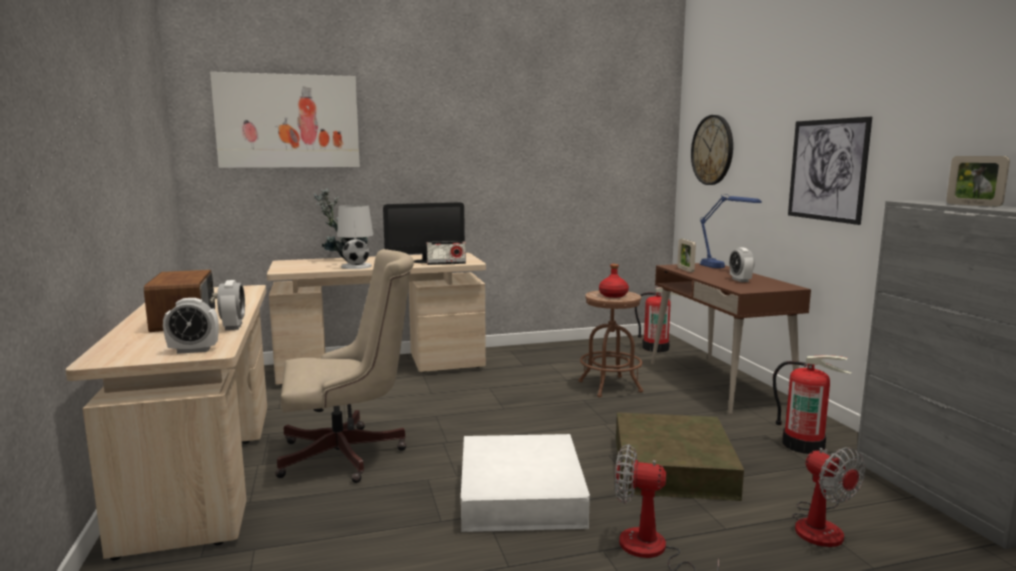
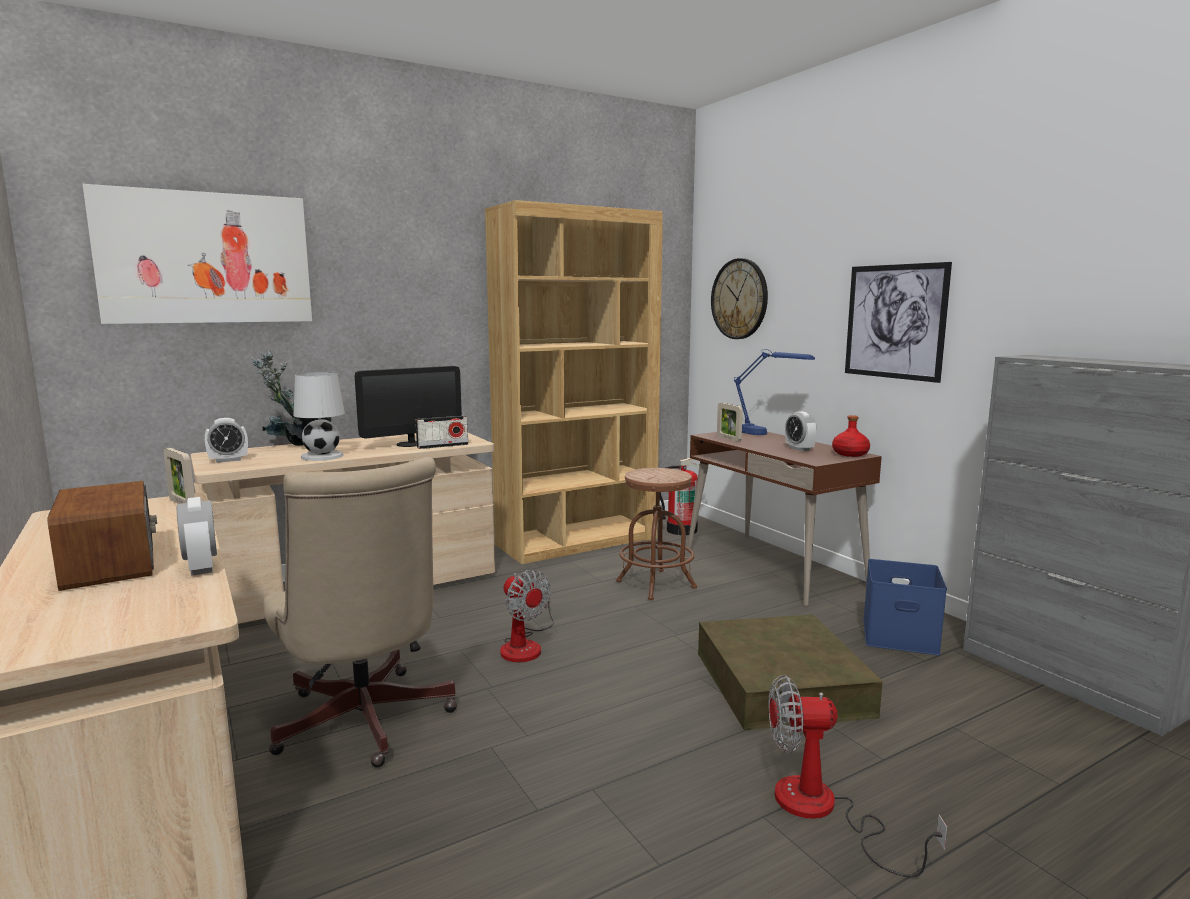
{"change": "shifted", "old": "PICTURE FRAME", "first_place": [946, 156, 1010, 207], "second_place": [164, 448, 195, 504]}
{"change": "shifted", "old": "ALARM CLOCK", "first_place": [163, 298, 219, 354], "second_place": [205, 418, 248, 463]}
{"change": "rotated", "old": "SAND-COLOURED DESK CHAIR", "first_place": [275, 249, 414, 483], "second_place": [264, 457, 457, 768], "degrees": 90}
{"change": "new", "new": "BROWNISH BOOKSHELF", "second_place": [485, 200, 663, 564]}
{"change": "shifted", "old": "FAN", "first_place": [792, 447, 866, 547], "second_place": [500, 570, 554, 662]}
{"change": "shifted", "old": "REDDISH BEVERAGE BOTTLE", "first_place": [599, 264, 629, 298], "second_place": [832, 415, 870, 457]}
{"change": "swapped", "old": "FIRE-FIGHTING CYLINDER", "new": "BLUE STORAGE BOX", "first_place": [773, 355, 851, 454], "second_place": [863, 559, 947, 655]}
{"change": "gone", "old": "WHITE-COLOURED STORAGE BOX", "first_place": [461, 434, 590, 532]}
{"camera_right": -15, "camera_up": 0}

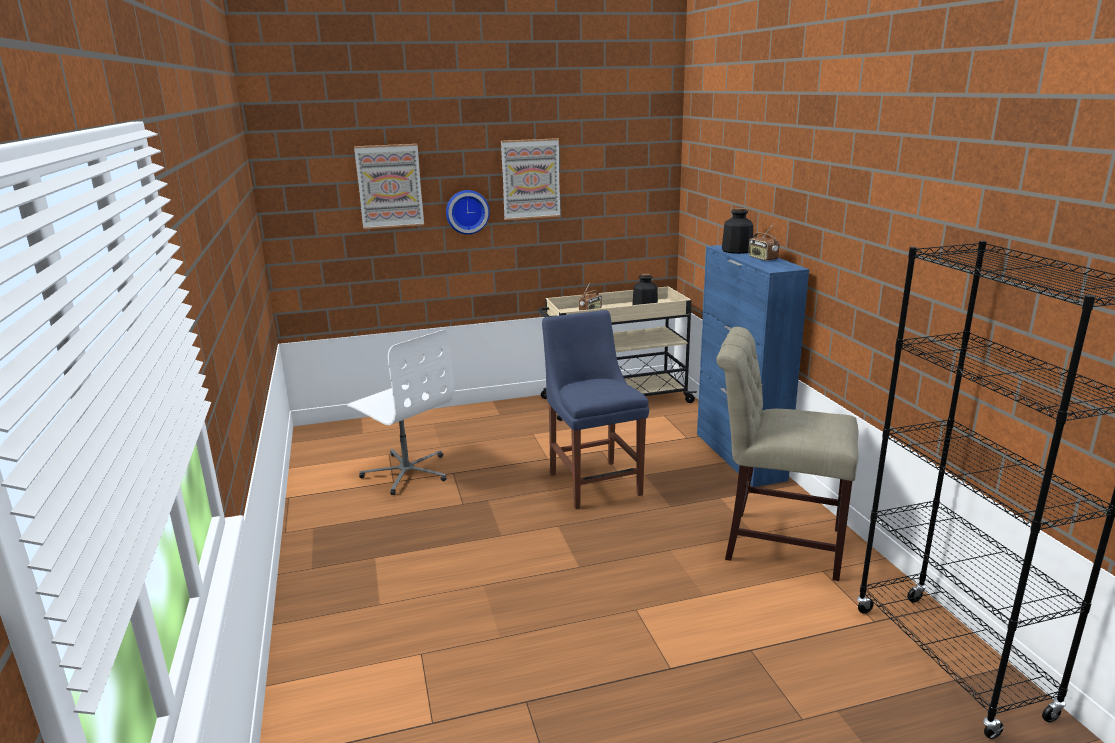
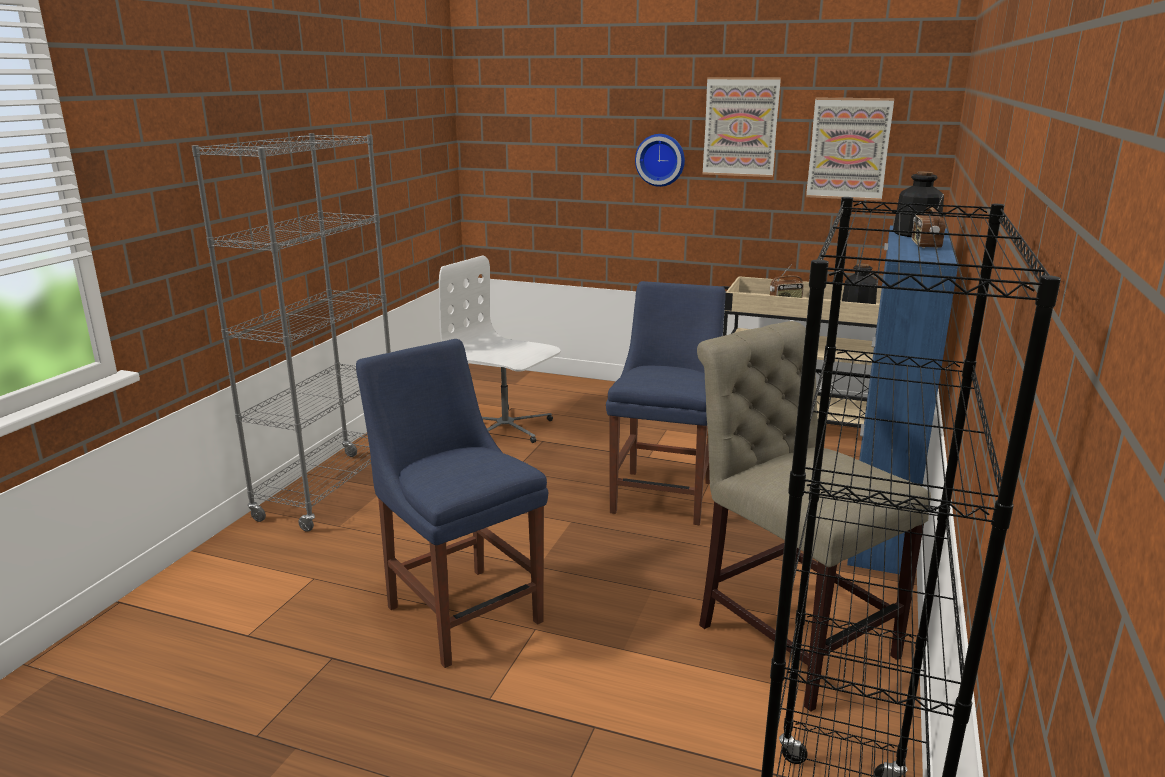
{"change": "new", "new": "GREYISH BOOKSHELF", "second_place": [192, 133, 391, 532]}
{"change": "new", "new": "BLUE CHAIR", "second_place": [356, 339, 548, 668]}
{"change": "rotated", "old": "WHITE-COLOURED DESK CHAIR", "first_place": [347, 330, 454, 495], "second_place": [439, 255, 561, 443], "degrees": 135}
{"change": "shifted", "old": "WALL PICTURE", "first_place": [354, 144, 424, 229], "second_place": [806, 98, 894, 201]}
{"camera_right": 35, "camera_up": 0}

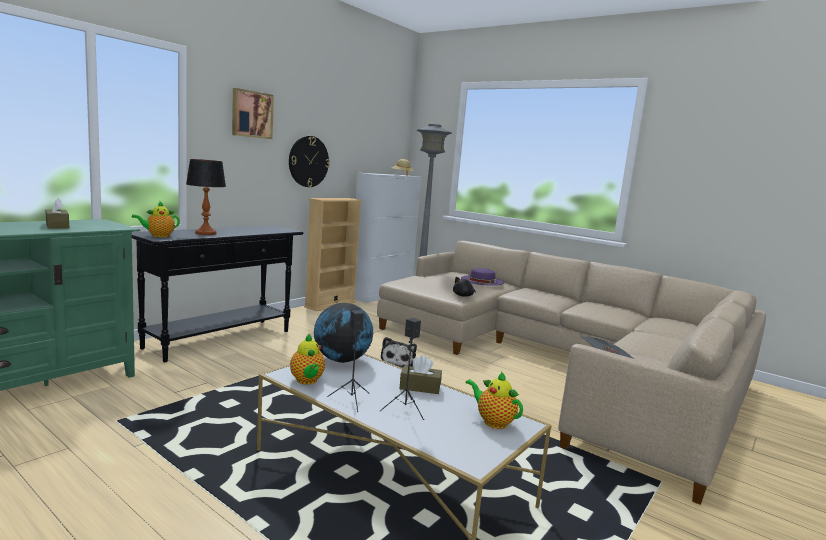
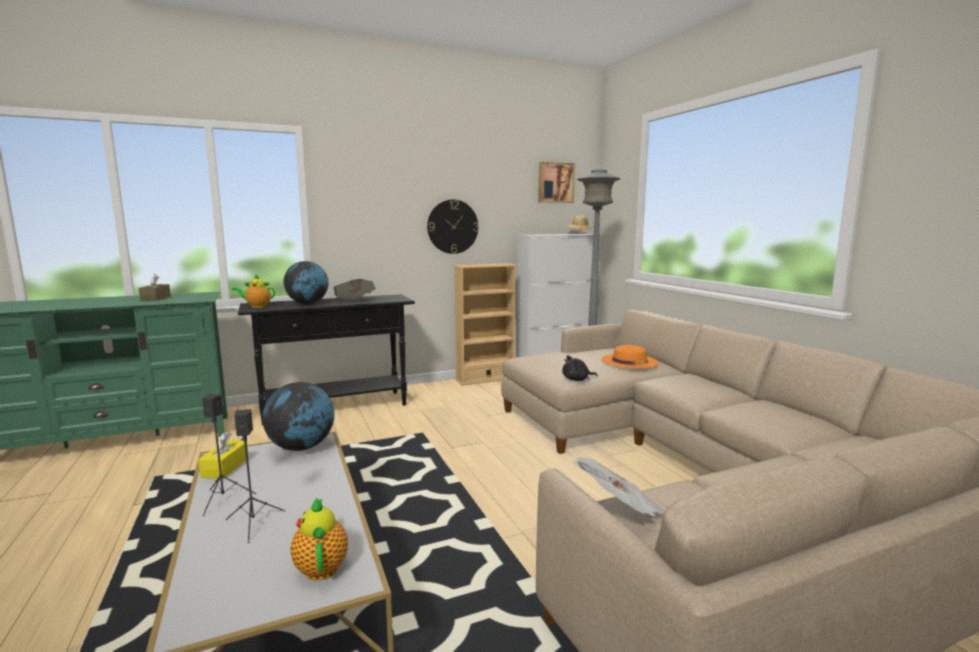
{"change": "swapped", "old": "POT FOR TEA", "new": "YELLOW-COLOURED TISSUE BOX", "first_place": [290, 334, 325, 385], "second_place": [198, 432, 249, 479]}
{"change": "swapped", "old": "TABLETOP LAMP", "new": "GLOBE", "first_place": [186, 159, 226, 235], "second_place": [284, 261, 329, 304]}
{"change": "new", "new": "PRINTED PAPER", "second_place": [333, 279, 376, 299]}
{"change": "shifted", "old": "WALL PICTURE", "first_place": [232, 88, 274, 139], "second_place": [538, 162, 575, 203]}
{"change": "repainted", "old": "PURPLISH HAT", "new": "ORANGE HAT", "first_place": [461, 268, 504, 286], "second_place": [601, 345, 659, 369]}
{"change": "gone", "old": "PLUSH TOY", "first_place": [381, 337, 417, 368]}
{"change": "gone", "old": "BROWNISH TISSUE BOX", "first_place": [399, 355, 442, 394]}
{"camera_right": 30, "camera_up": 0}

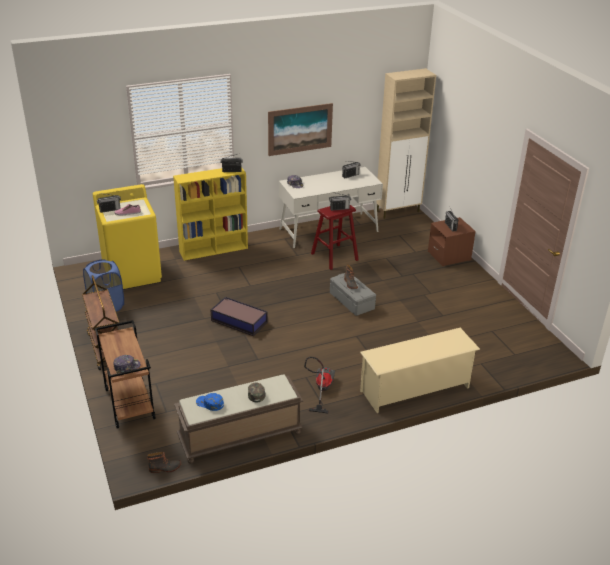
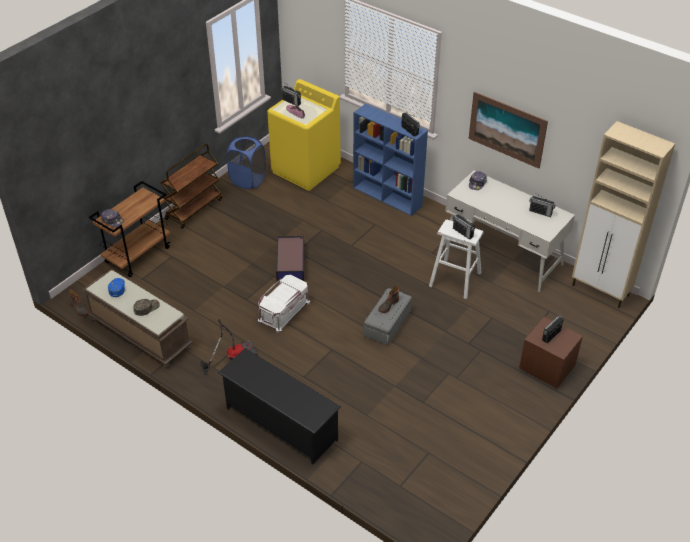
{"change": "repainted", "old": "SAND-COLOURED SHOE RACK", "new": "BLACK SHOE RACK", "first_place": [360, 328, 480, 413], "second_place": [218, 348, 341, 464]}
{"change": "new", "new": "WHITE-COLOURED STORAGE BOX", "second_place": [257, 275, 310, 333]}
{"change": "repainted", "old": "YELLOW-COLOURED BOOKSHELF", "new": "BLUE BOOKSHELF", "first_place": [173, 167, 248, 261], "second_place": [353, 103, 428, 216]}
{"change": "repainted", "old": "REDDISH SITTING STOOL", "new": "WHITE-COLOURED SITTING STOOL", "first_place": [311, 205, 359, 270], "second_place": [429, 220, 484, 299]}
{"camera_right": 60, "camera_up": 10}

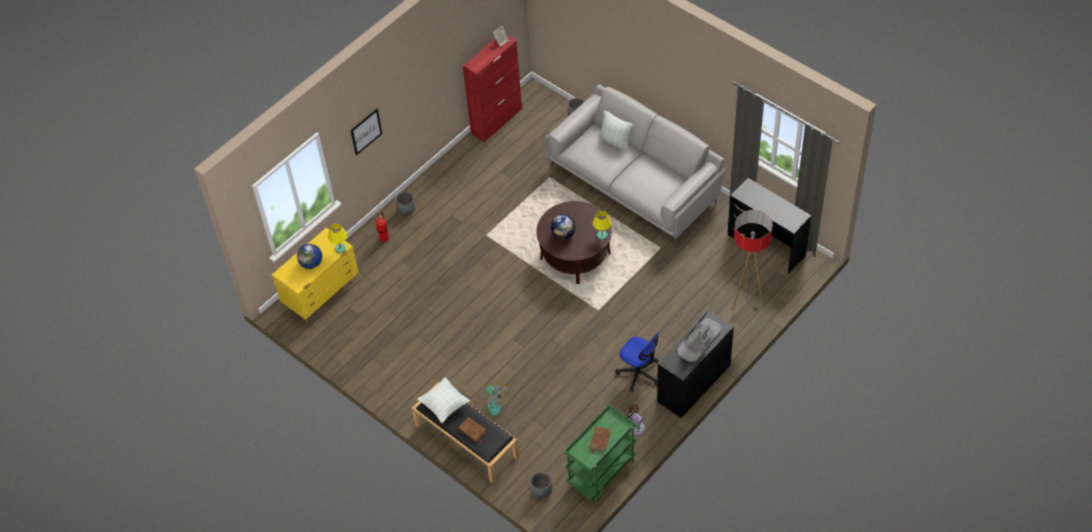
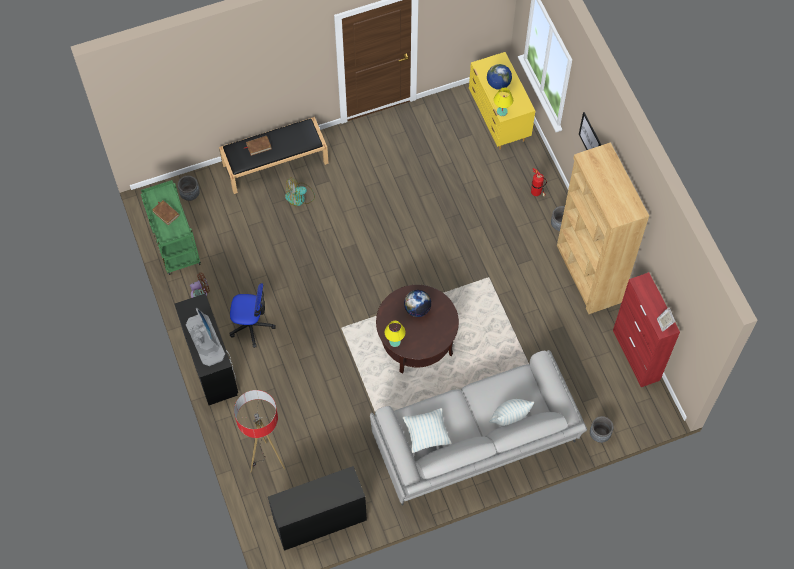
{"change": "rotated", "old": "DESK CHAIR", "first_place": [615, 332, 659, 392], "second_place": [229, 283, 276, 348], "degrees": -150}
{"change": "shifted", "old": "THROW PILLOW", "first_place": [417, 377, 470, 423], "second_place": [402, 408, 452, 453]}
{"change": "new", "new": "BROWNISH BOOKSHELF", "second_place": [557, 142, 649, 314]}
{"camera_right": 115, "camera_up": 10}

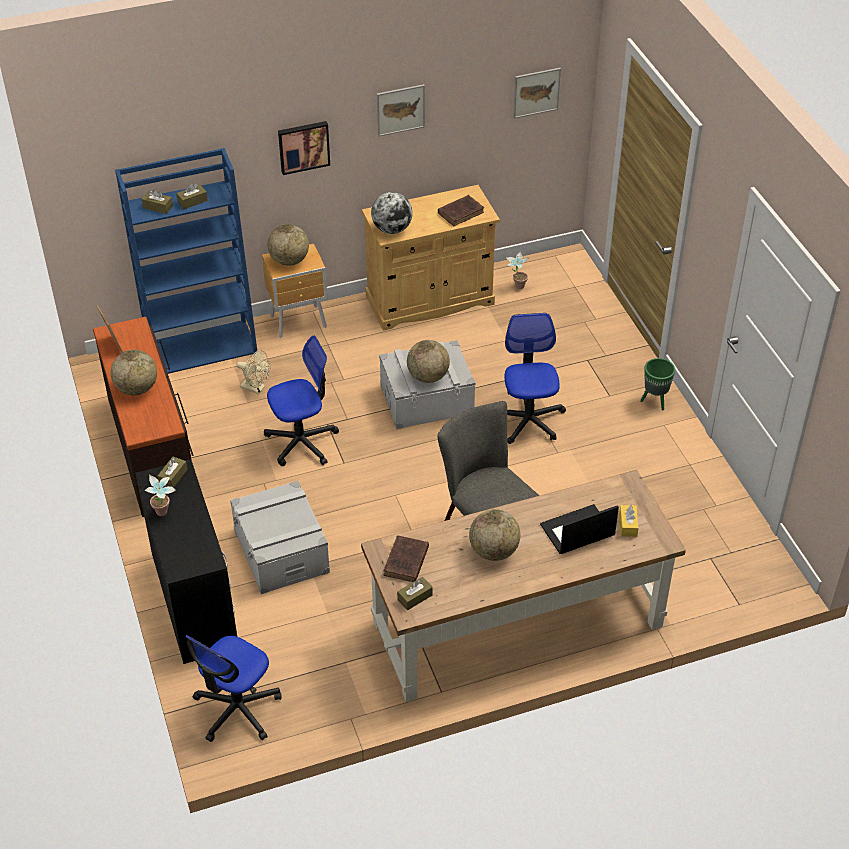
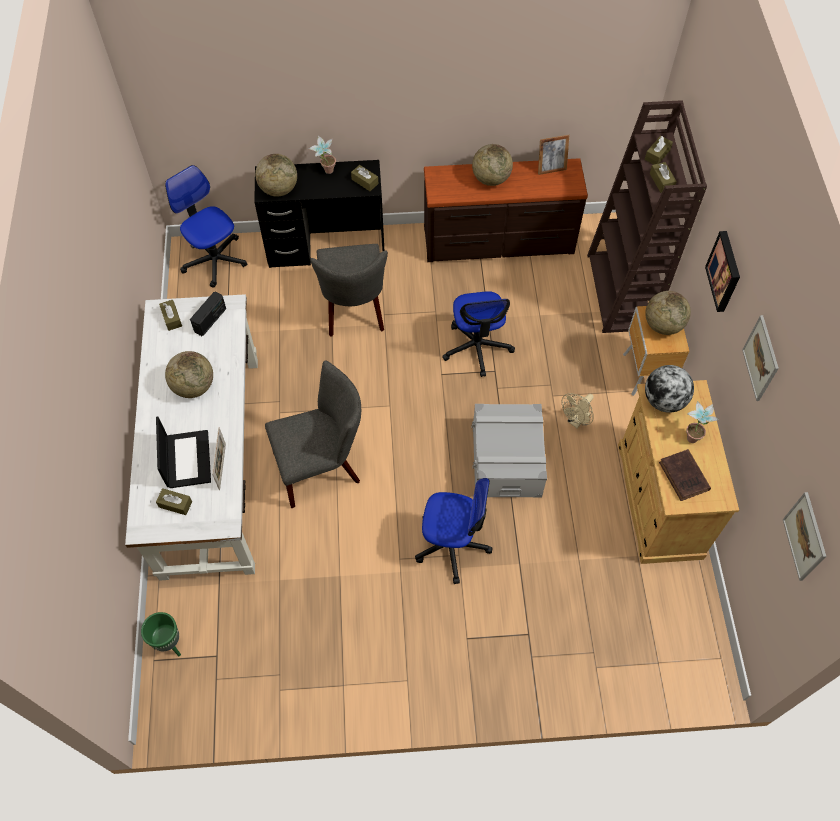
{"change": "repainted", "old": "BROWNISH DESK TABLE", "new": "WHITE-COLOURED DESK TABLE", "first_place": [361, 470, 686, 702], "second_place": [125, 294, 258, 581]}
{"change": "shifted", "old": "GREENISH FLOWER POT", "first_place": [640, 358, 675, 410], "second_place": [141, 612, 181, 656]}
{"change": "repainted", "old": "YELLOW-COLOURED TISSUE BOX", "new": "BROWNISH TISSUE BOX", "first_place": [619, 505, 639, 537], "second_place": [156, 488, 192, 515]}
{"change": "swapped", "old": "BROWNISH BOUND BOOK", "new": "RADIO SET", "first_place": [384, 535, 429, 582], "second_place": [190, 291, 226, 336]}
{"change": "new", "new": "PICTURE FRAME", "second_place": [212, 427, 226, 490]}
{"change": "shifted", "old": "GLOBE", "first_place": [407, 340, 450, 383], "second_place": [255, 154, 297, 197]}
{"change": "swapped", "old": "GREYISH STORAGE BOX", "new": "GREYISH CHAIR", "first_place": [230, 480, 330, 594], "second_place": [310, 244, 388, 337]}
{"change": "shifted", "old": "SAND-COLOURED FAN", "first_place": [236, 350, 270, 394], "second_place": [562, 393, 594, 428]}
{"change": "repainted", "old": "BLUE BOOKSHELF", "new": "BROWNISH BOOKSHELF", "first_place": [115, 148, 257, 374], "second_place": [587, 100, 707, 333]}
{"change": "shifted", "old": "POTTED PLANT", "first_place": [505, 251, 529, 289], "second_place": [686, 401, 719, 443]}
{"camera_right": 105, "camera_up": 15}

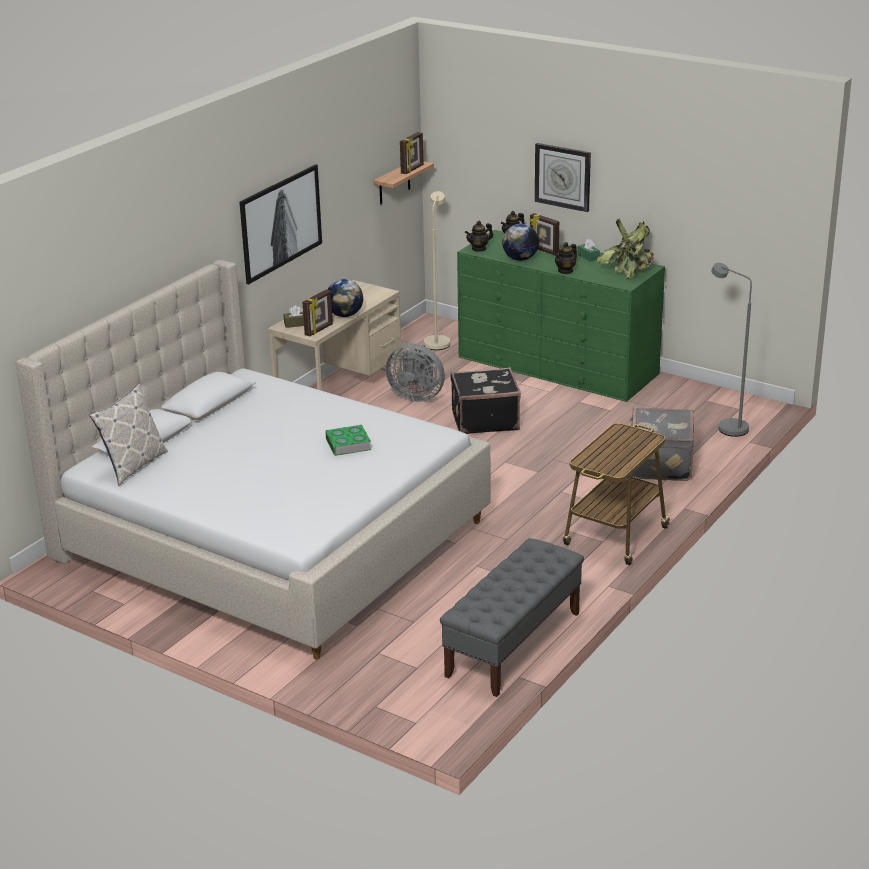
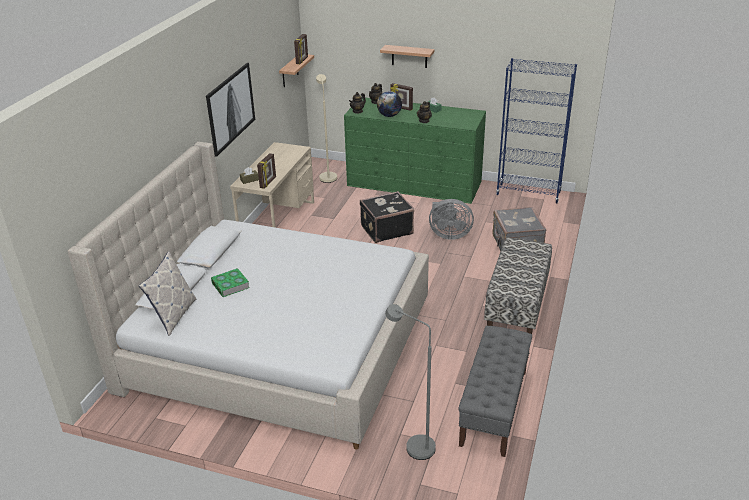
{"change": "shifted", "old": "BOUND BOOK", "first_place": [325, 425, 371, 456], "second_place": [211, 268, 250, 297]}
{"change": "swapped", "old": "HANGING CLOCK", "new": "BRACKET SHELF", "first_place": [535, 143, 591, 212], "second_place": [380, 45, 435, 68]}
{"change": "shifted", "old": "GREYISH STANDARD LAMP", "first_place": [711, 263, 752, 437], "second_place": [385, 304, 436, 460]}
{"change": "shifted", "old": "GREYISH FAN", "first_place": [386, 343, 445, 402], "second_place": [429, 199, 474, 240]}
{"change": "swapped", "old": "TROLLEY", "new": "BENCH", "first_place": [563, 423, 671, 565], "second_place": [484, 237, 552, 334]}
{"change": "new", "new": "BLUE BOOKSHELF", "second_place": [496, 58, 577, 203]}
{"change": "gone", "old": "GLOBE", "first_place": [327, 279, 363, 317]}
{"change": "gone", "old": "POTTED PLANT", "first_place": [597, 218, 655, 279]}
{"camera_right": -15, "camera_up": 5}

